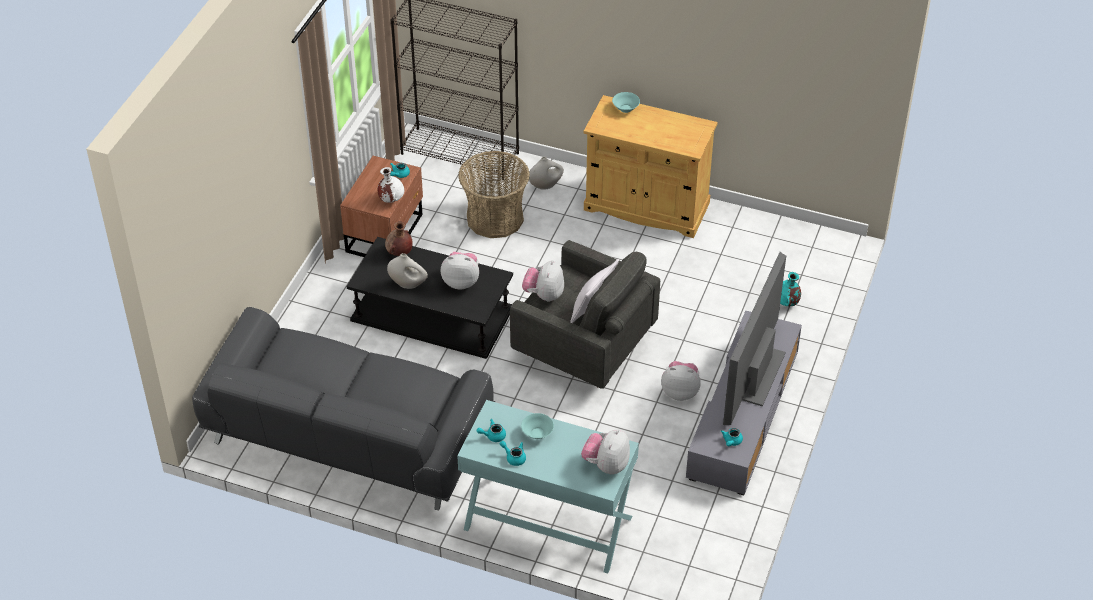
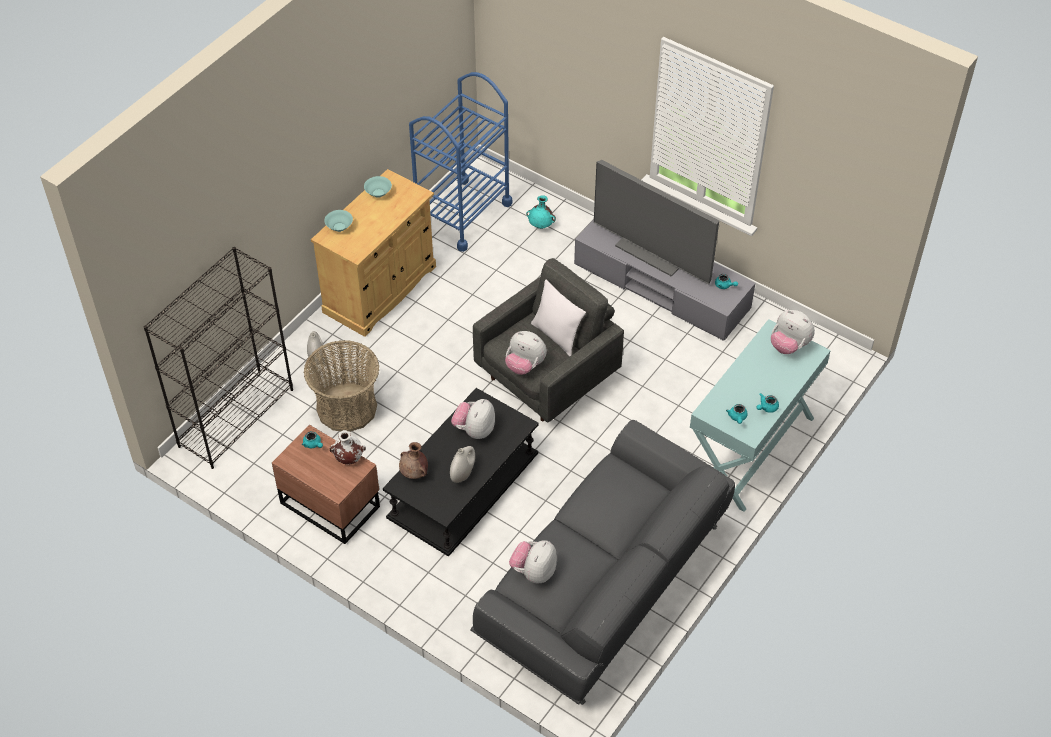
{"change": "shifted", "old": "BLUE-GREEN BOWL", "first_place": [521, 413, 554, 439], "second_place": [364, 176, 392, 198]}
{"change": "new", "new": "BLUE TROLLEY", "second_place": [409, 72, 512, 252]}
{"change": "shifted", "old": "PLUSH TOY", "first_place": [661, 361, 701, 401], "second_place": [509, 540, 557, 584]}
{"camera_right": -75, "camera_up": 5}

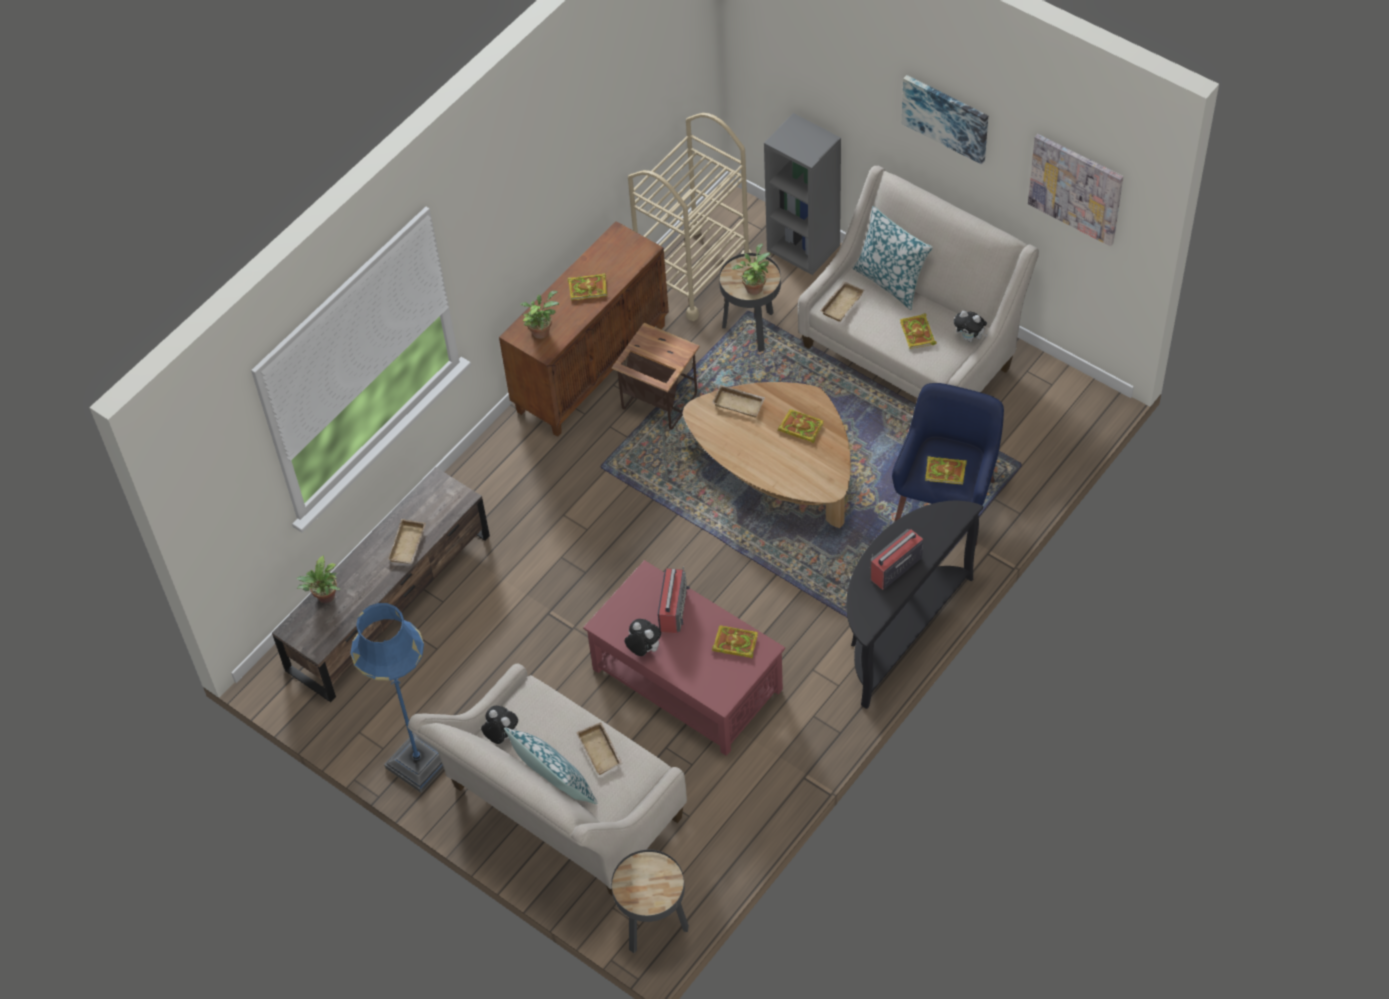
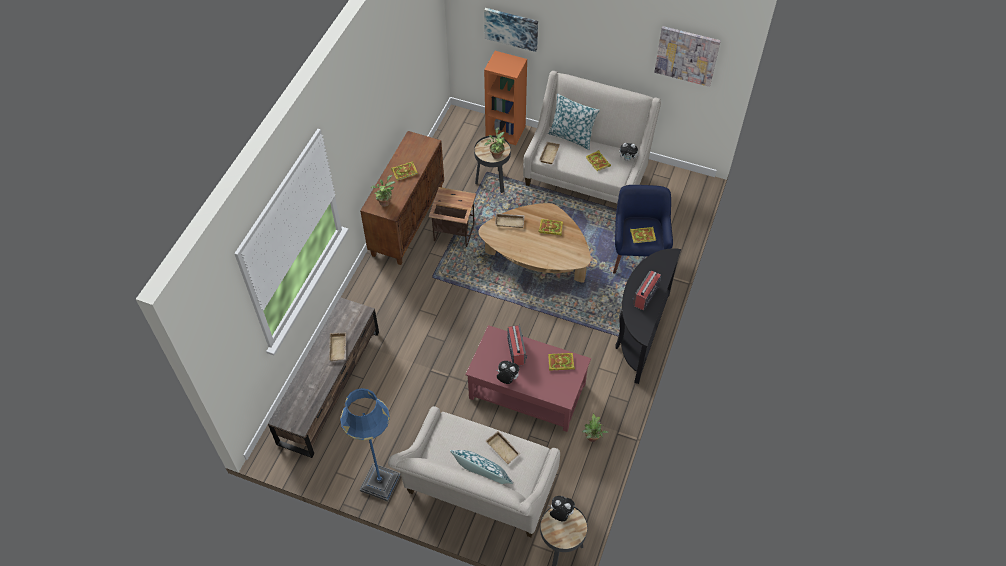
{"change": "shifted", "old": "WALL PICTURE", "first_place": [902, 75, 988, 164], "second_place": [484, 8, 538, 52]}
{"change": "repainted", "old": "GREYISH BOOKSHELF", "new": "ORANGE BOOKSHELF", "first_place": [764, 113, 841, 275], "second_place": [484, 51, 527, 145]}
{"change": "shifted", "old": "PLUSH TOY", "first_place": [481, 706, 518, 744], "second_place": [549, 496, 575, 521]}
{"change": "shifted", "old": "POTTED PLANT", "first_place": [297, 555, 340, 603], "second_place": [582, 413, 609, 442]}
{"change": "gone", "old": "SAND-COLOURED TROLLEY", "first_place": [628, 113, 753, 321]}
{"camera_right": -20, "camera_up": 0}

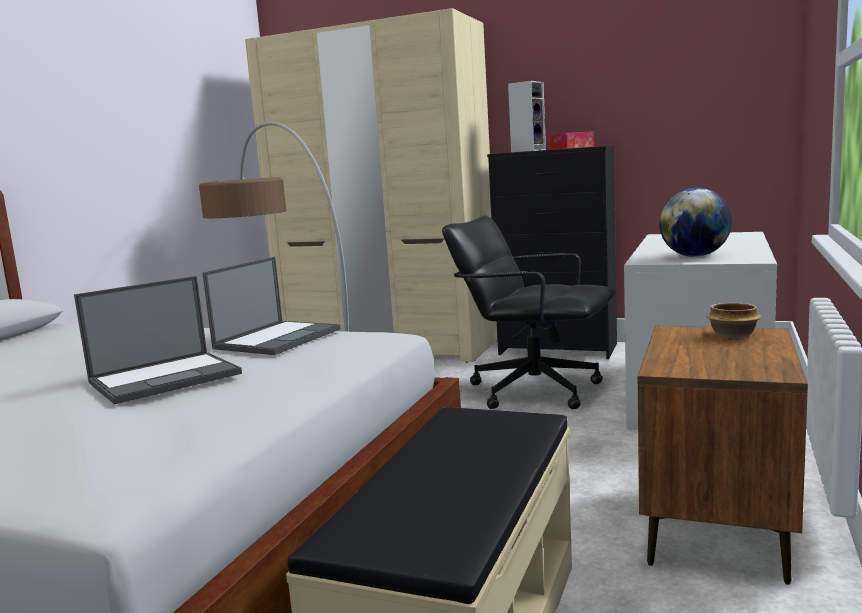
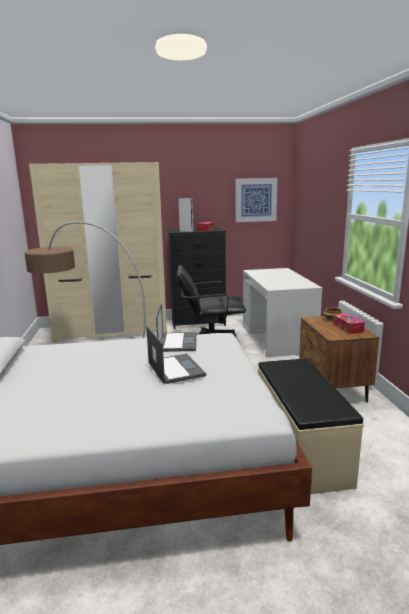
{"change": "rotated", "old": "PORTABLE COMPUTER", "first_place": [74, 276, 242, 404], "second_place": [146, 326, 206, 384], "degrees": -45}
{"change": "new", "new": "WALL PICTURE", "second_place": [236, 178, 278, 222]}
{"change": "new", "new": "TISSUE BOX", "second_place": [333, 313, 365, 334]}
{"change": "gone", "old": "GLOBE", "first_place": [659, 188, 732, 257]}
{"camera_right": -30, "camera_up": 5}

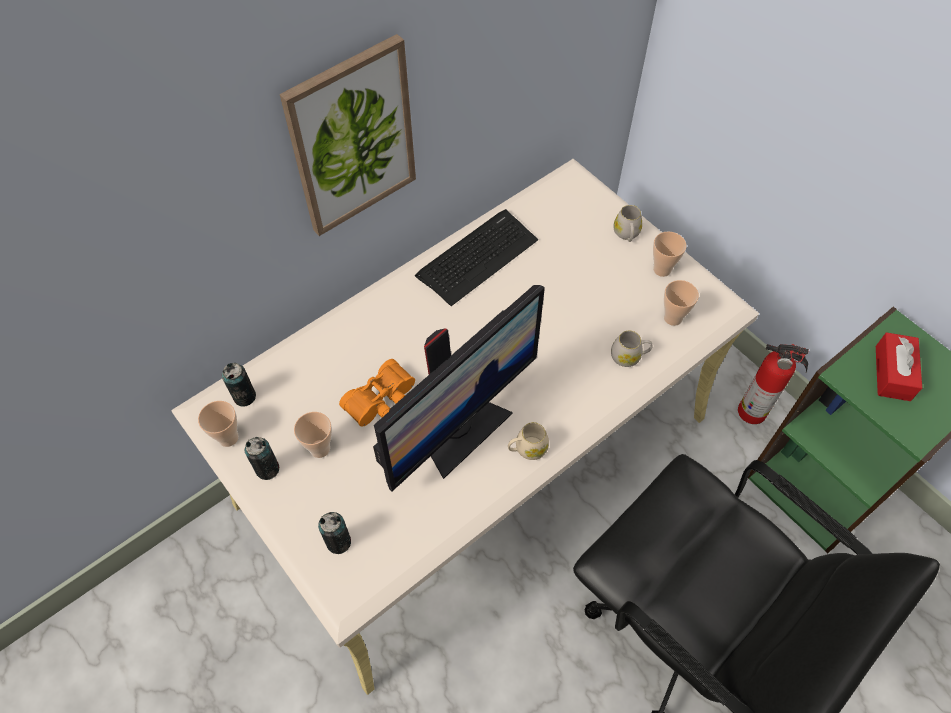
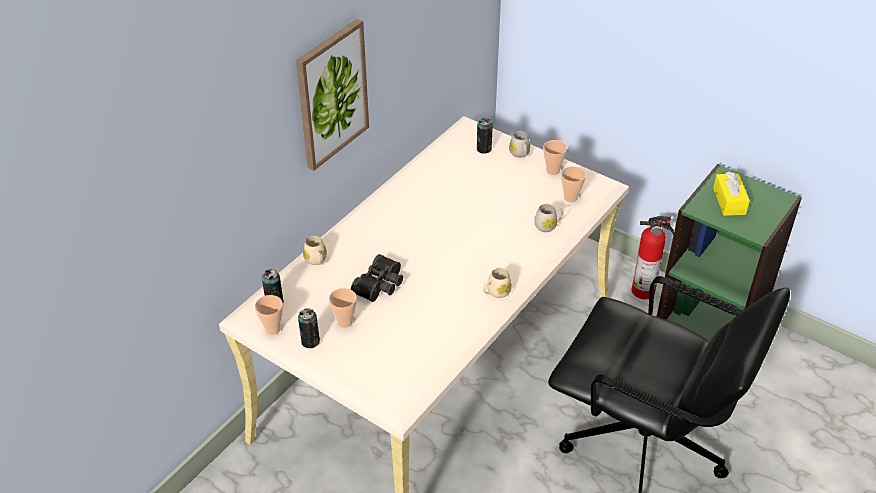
{"change": "new", "new": "SAND-COLOURED MUG", "second_place": [303, 236, 327, 265]}
{"change": "repainted", "old": "ORANGE PAIR OF BINOCULARS", "new": "BLACK PAIR OF BINOCULARS", "first_place": [339, 359, 415, 427], "second_place": [351, 254, 403, 302]}
{"change": "shifted", "old": "CAN", "first_place": [318, 512, 351, 554], "second_place": [477, 118, 493, 154]}
{"change": "repainted", "old": "REDDISH TISSUE BOX", "new": "YELLOW-COLOURED TISSUE BOX", "first_place": [876, 332, 922, 401], "second_place": [713, 172, 750, 216]}
{"change": "gone", "old": "COMPUTER DISPLAY", "first_place": [373, 285, 545, 491]}
{"change": "gone", "old": "KEYBOARD", "first_place": [415, 209, 538, 306]}
{"camera_right": -15, "camera_up": -15}

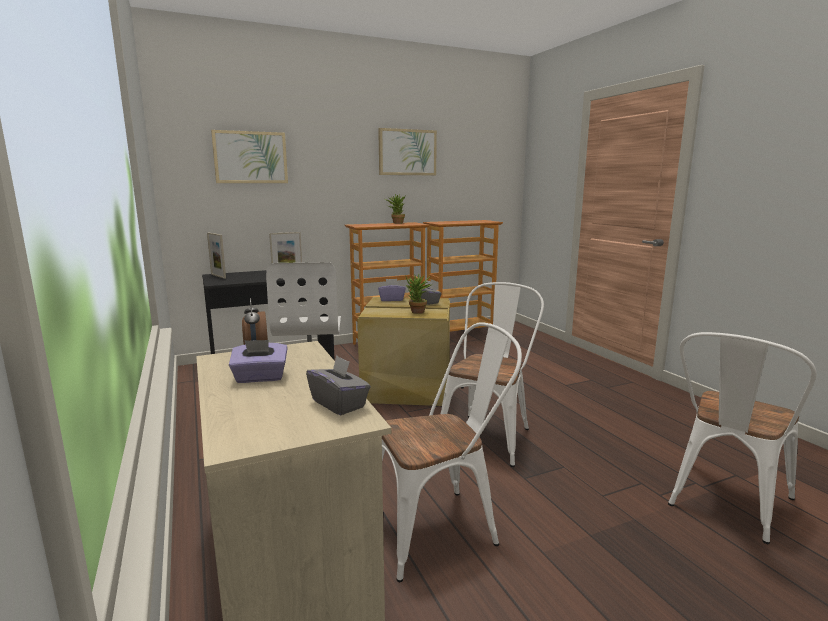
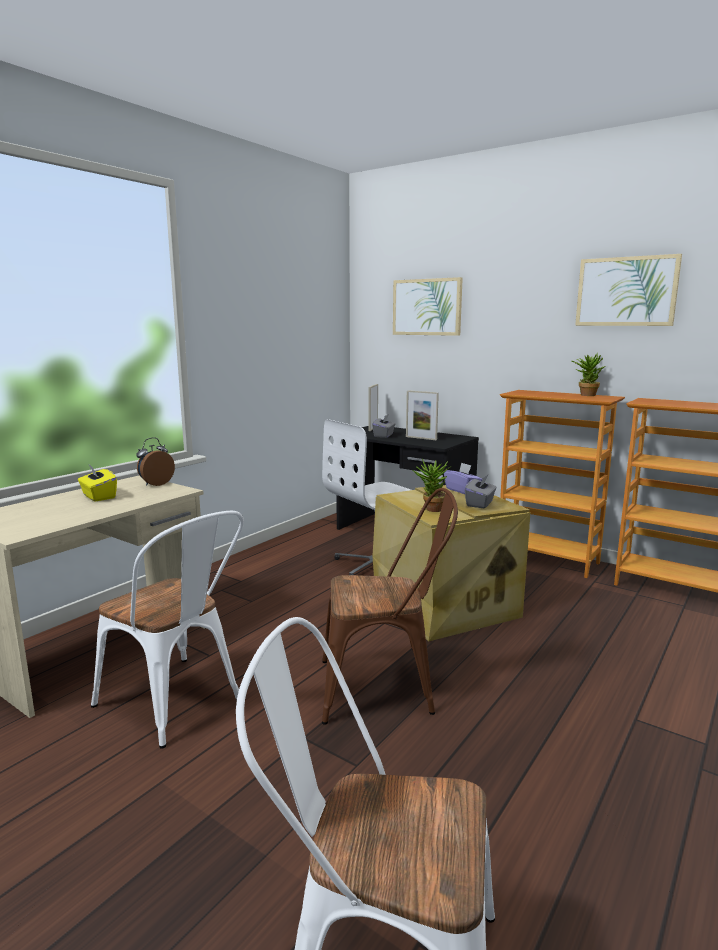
{"change": "repainted", "old": "PURPLISH TISSUE BOX", "new": "YELLOW-COLOURED TISSUE BOX", "first_place": [229, 340, 288, 383], "second_place": [78, 465, 117, 502]}
{"change": "repainted", "old": "WHITE-COLOURED CHAIR", "new": "BROWNISH CHAIR", "first_place": [441, 282, 544, 467], "second_place": [322, 488, 458, 725]}
{"change": "shifted", "old": "GREYISH TISSUE BOX", "first_place": [306, 355, 371, 415], "second_place": [372, 414, 395, 438]}
{"camera_right": 60, "camera_up": 0}

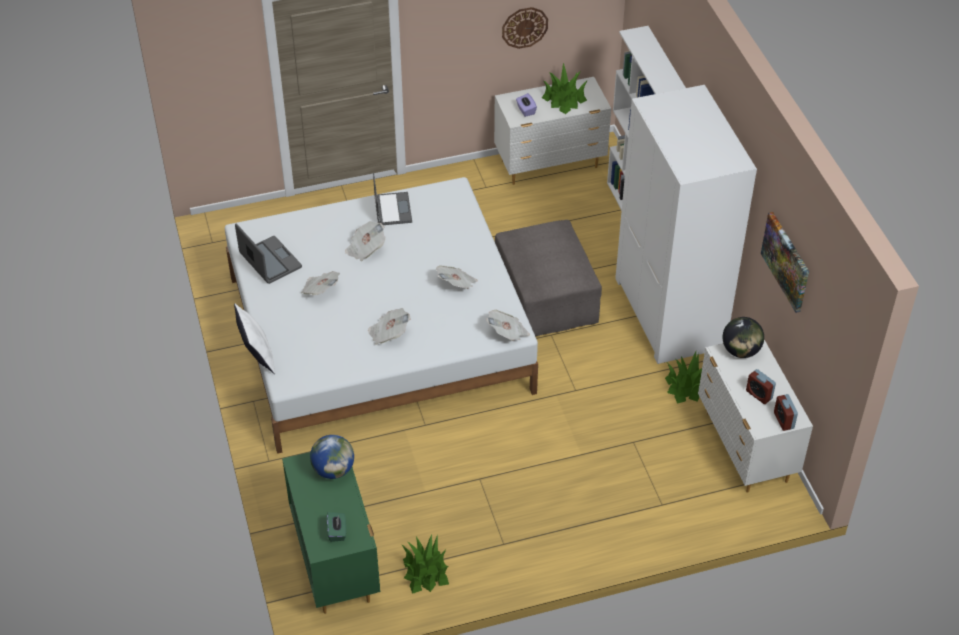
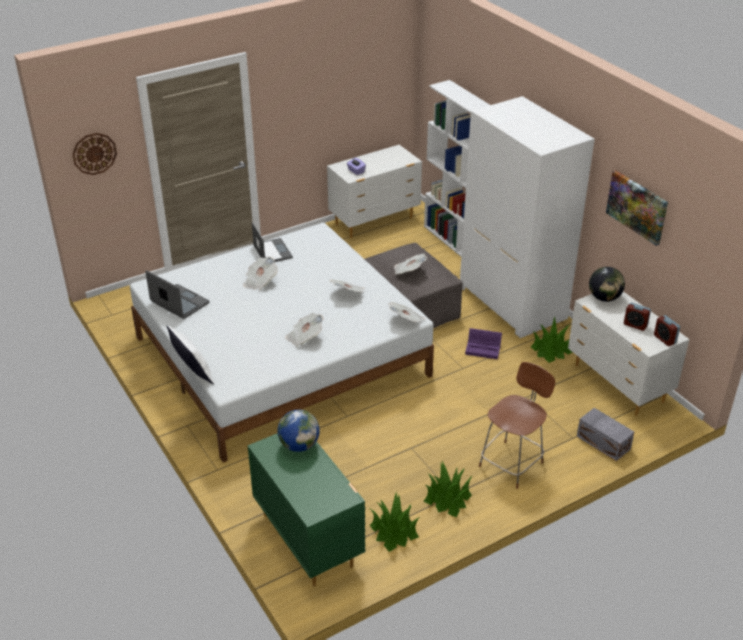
{"change": "shifted", "old": "HANGING CLOCK", "first_place": [502, 7, 548, 49], "second_place": [72, 133, 117, 175]}
{"change": "shifted", "old": "PRINTED PAPER", "first_place": [301, 271, 340, 295], "second_place": [394, 253, 427, 275]}
{"change": "shifted", "old": "POTTED PLANT", "first_place": [542, 63, 587, 114], "second_place": [423, 461, 472, 517]}
{"change": "new", "new": "PURPLISH STORAGE BOX", "second_place": [465, 328, 502, 359]}
{"change": "new", "new": "BROWNISH CHAIR", "second_place": [479, 362, 555, 489]}
{"change": "new", "new": "GREYISH STORAGE BOX", "second_place": [577, 408, 634, 461]}
{"change": "gone", "old": "GREENISH TISSUE BOX", "first_place": [327, 512, 346, 542]}
{"camera_right": -15, "camera_up": -10}

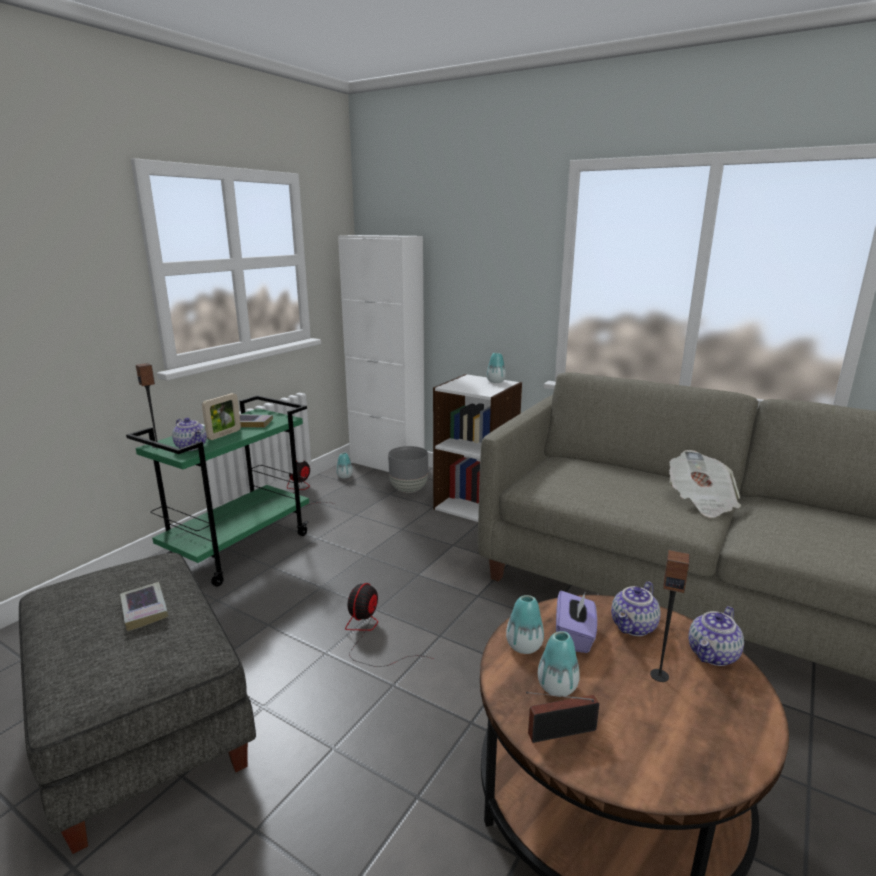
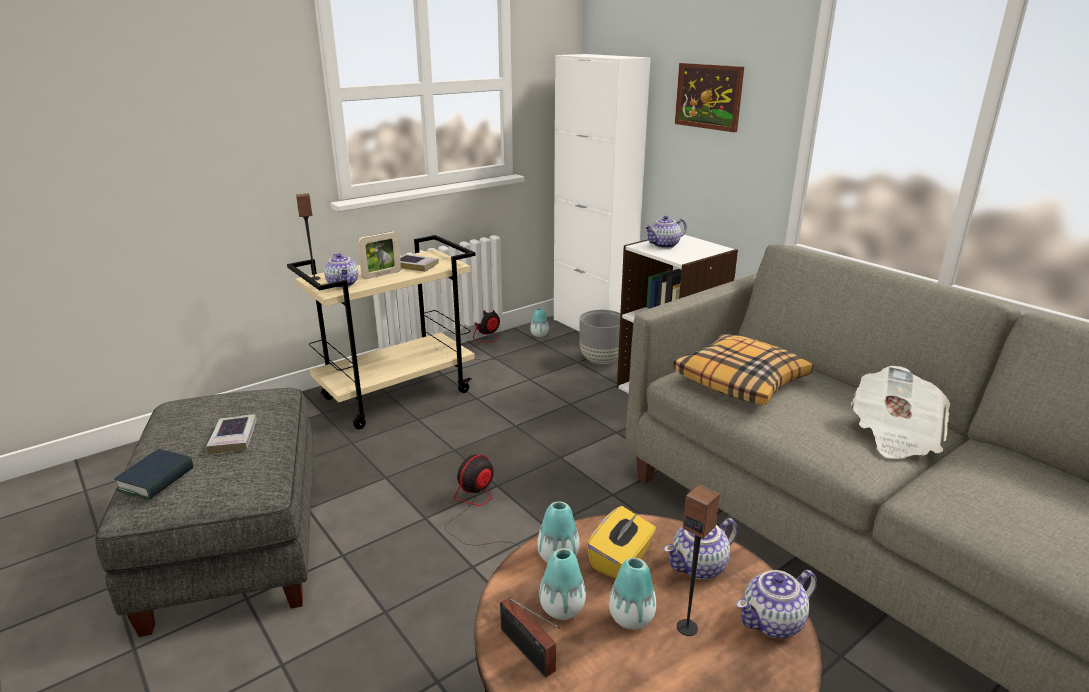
{"change": "new", "new": "BOUND BOOK", "second_place": [114, 449, 193, 500]}
{"change": "repainted", "old": "GREENISH TROLLEY", "new": "SAND-COLOURED TROLLEY", "first_place": [126, 395, 309, 587], "second_place": [287, 235, 475, 430]}
{"change": "rotated", "old": "RADIO SET", "first_place": [526, 692, 599, 743], "second_place": [500, 597, 560, 678], "degrees": -135}
{"change": "repainted", "old": "PURPLISH TISSUE BOX", "new": "YELLOW-COLOURED TISSUE BOX", "first_place": [556, 591, 597, 653], "second_place": [587, 506, 656, 579]}
{"change": "shifted", "old": "FLOWER VASE", "first_place": [487, 353, 506, 383], "second_place": [609, 558, 656, 630]}
{"change": "new", "new": "POT FOR TEA", "second_place": [644, 216, 687, 249]}
{"change": "new", "new": "THROW PILLOW", "second_place": [673, 334, 813, 405]}
{"change": "new", "new": "WALL PICTURE", "second_place": [675, 63, 744, 132]}
{"camera_right": 20, "camera_up": 5}

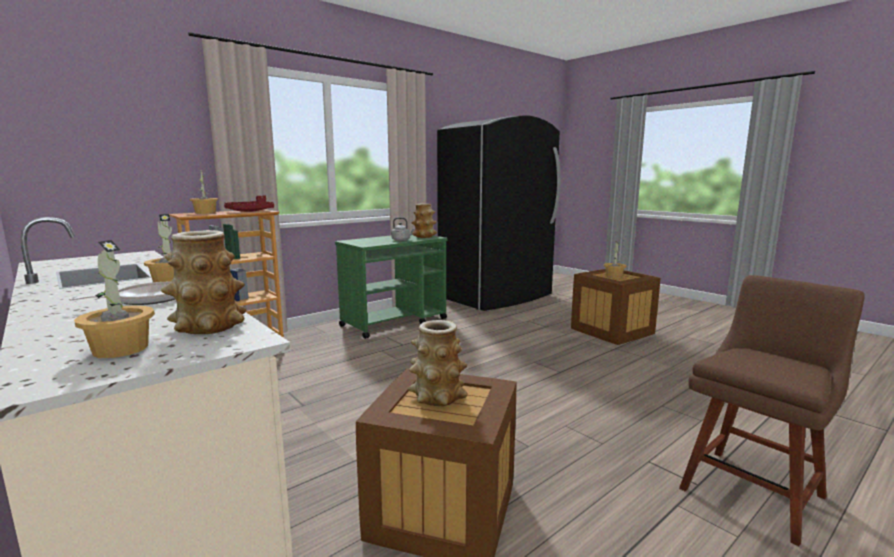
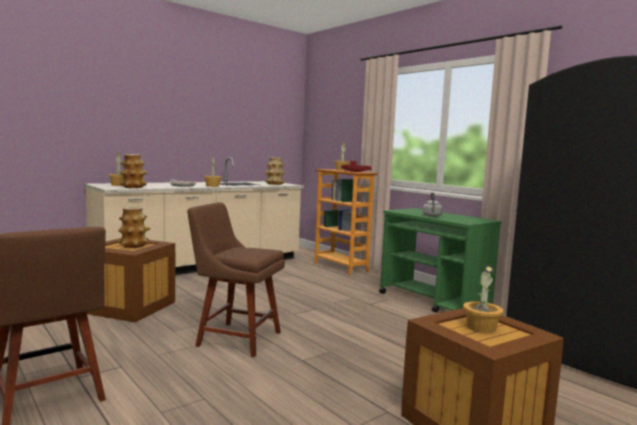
{"change": "new", "new": "BROWNISH CHAIR", "second_place": [187, 202, 285, 357]}
{"change": "shifted", "old": "FLOWER VASE", "first_place": [412, 203, 437, 238], "second_place": [265, 158, 285, 185]}
{"camera_right": 90, "camera_up": -5}

